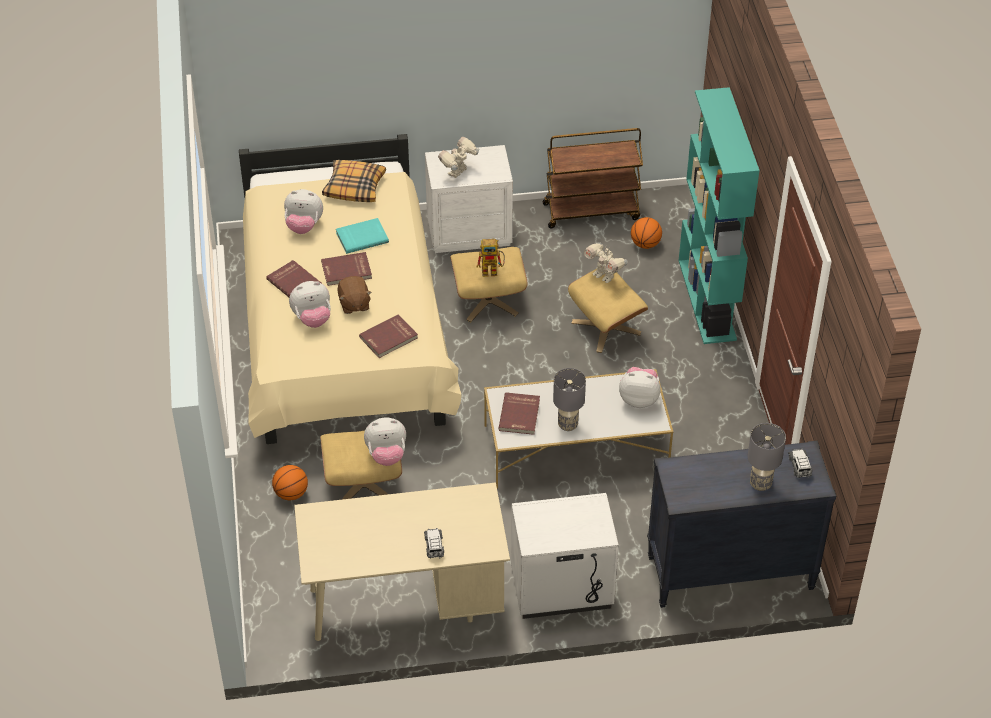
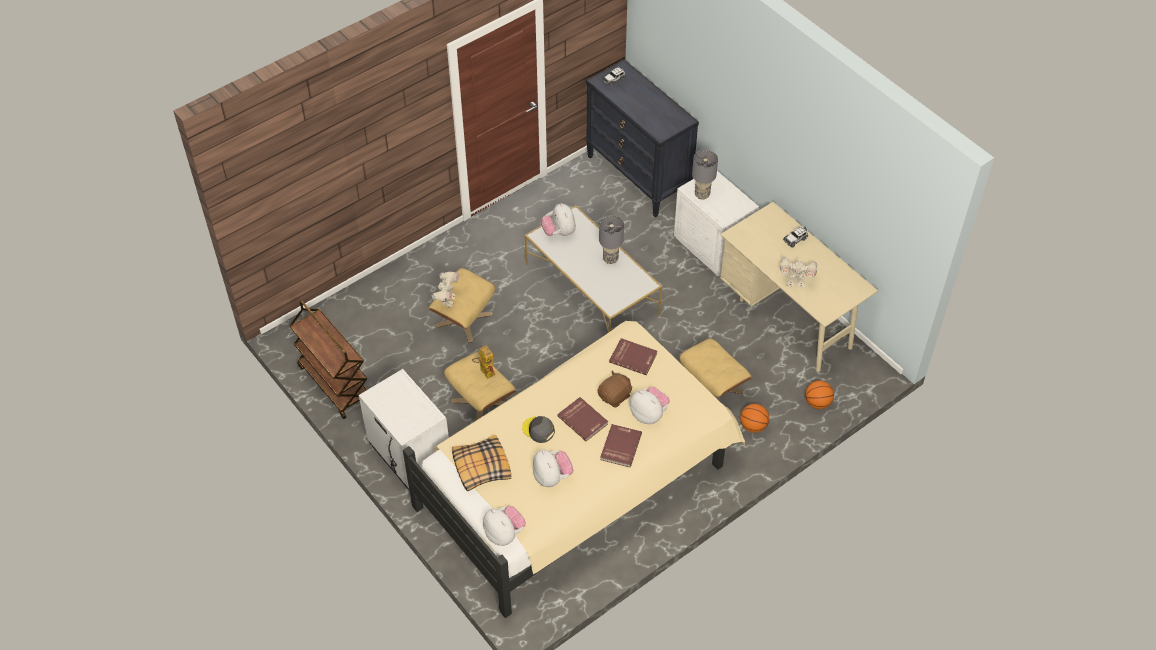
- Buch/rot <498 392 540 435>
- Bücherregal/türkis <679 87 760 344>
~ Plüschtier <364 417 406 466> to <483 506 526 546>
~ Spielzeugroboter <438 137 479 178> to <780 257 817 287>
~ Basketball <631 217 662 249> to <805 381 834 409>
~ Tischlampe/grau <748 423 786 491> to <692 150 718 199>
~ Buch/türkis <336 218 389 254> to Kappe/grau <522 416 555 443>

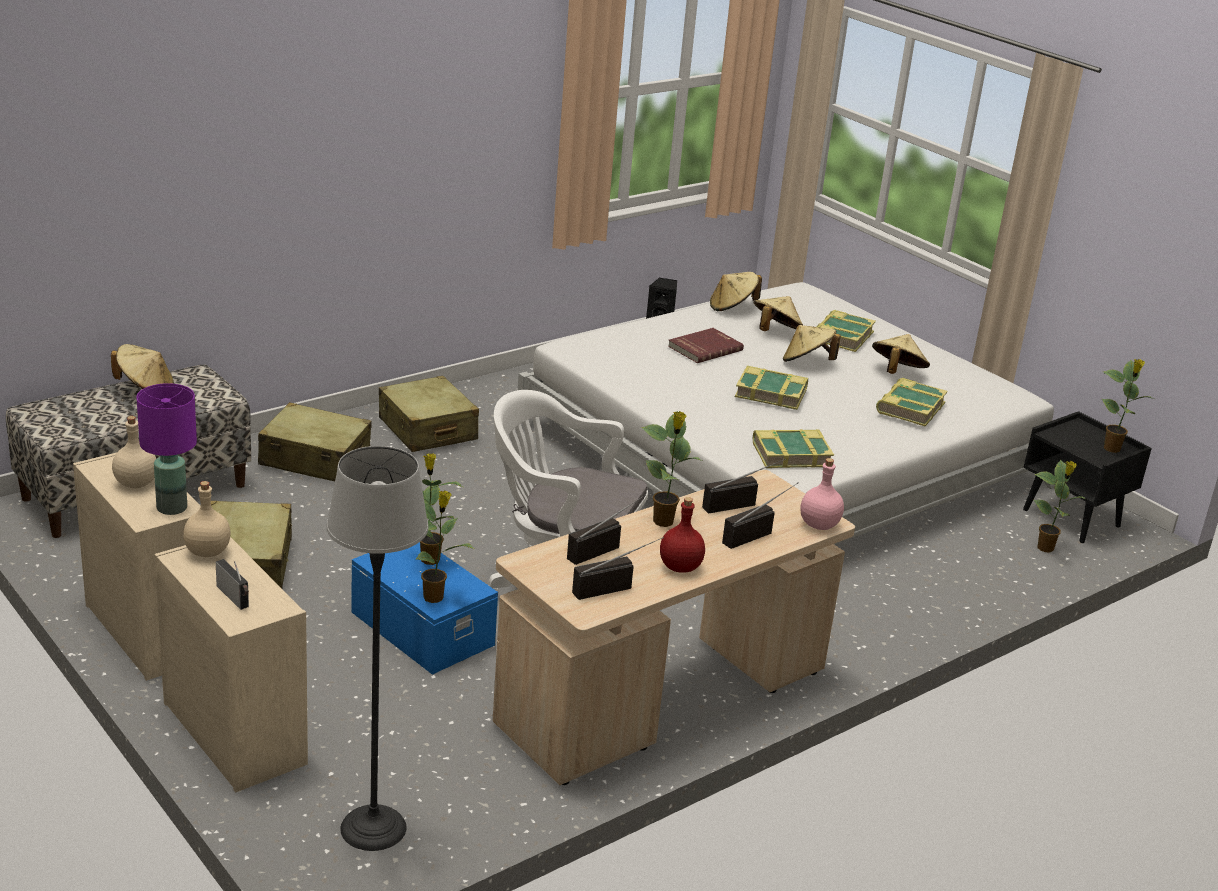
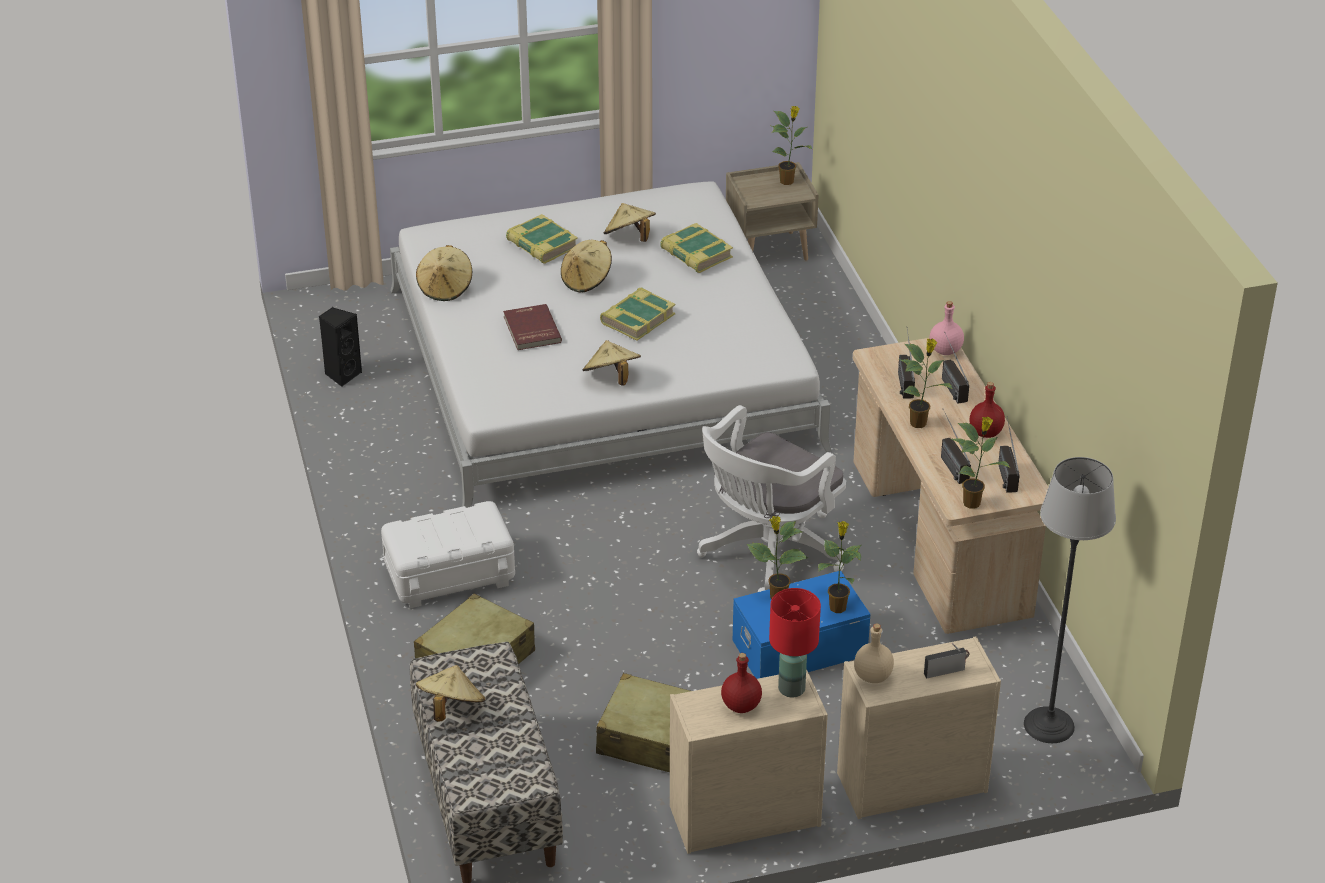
- Buch <753 429 834 468>
~ Hut/beige <753 296 804 331> to <582 340 641 386>
~ Topfpflanze <1034 460 1086 553> to <951 416 1011 509>
~ Koffer/beige <379 376 479 452> to Aufbewahrungsbox/weiß <381 501 515 608>
~ Flasche/beige <112 416 156 488> to Flasche/rot <721 653 762 713>
~ Tischlampe/lila <137 383 197 515> to Tischlampe/rot <769 588 821 698>
~ Nachttisch/schwarz <1023 411 1152 543> to Nachttisch/beige <726 162 819 261>

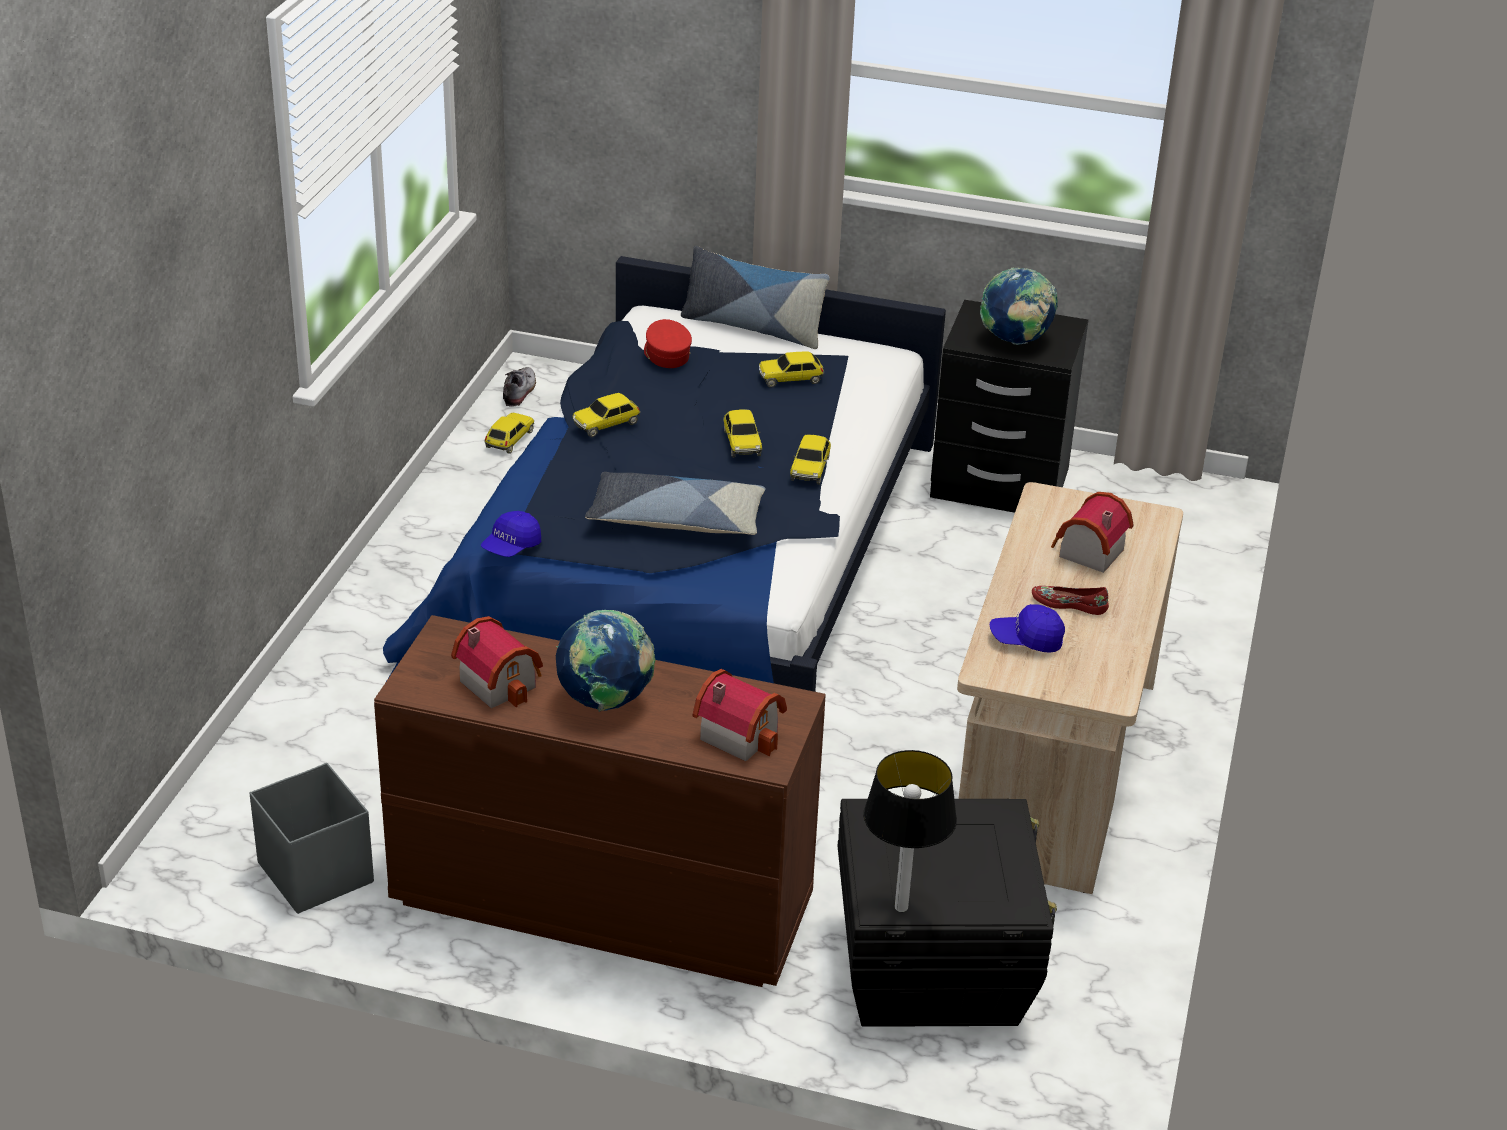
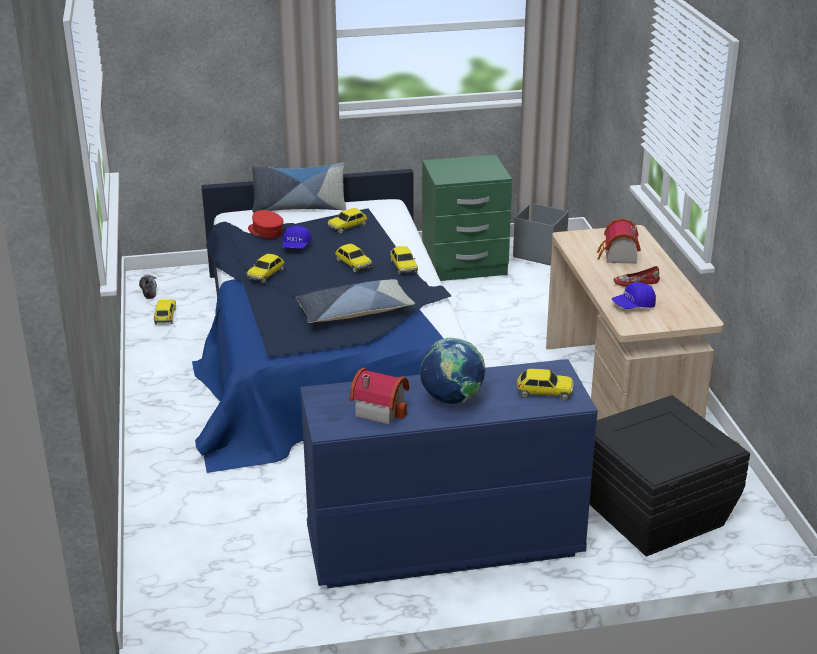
- Tischlampe <863 750 957 912>
- Globus <980 267 1058 345>
~ Aufbewahrungsbox/grau <249 763 374 914> to <513 204 569 266>
~ Kappe/blau <481 511 541 557> to <283 225 312 249>
~ Spielzeughaus <693 669 787 761> to Spielzeugauto <517 369 573 401>
~ Kommode/braun <374 615 826 987> to Kommode/blau <300 359 598 588>
~ Nachttisch/schwarz <930 300 1088 513> to Nachttisch/grün <422 155 512 281>

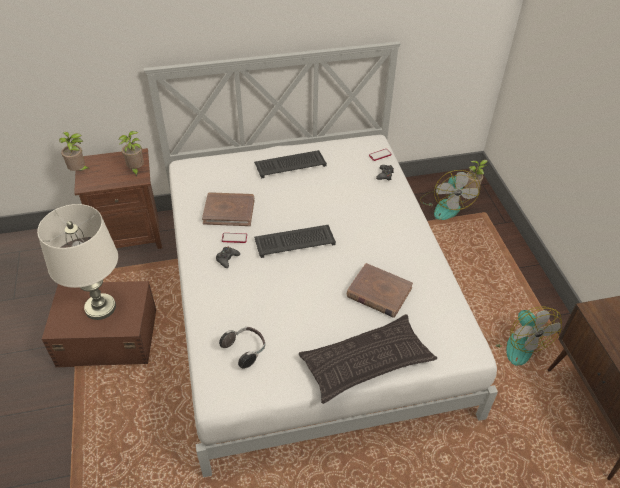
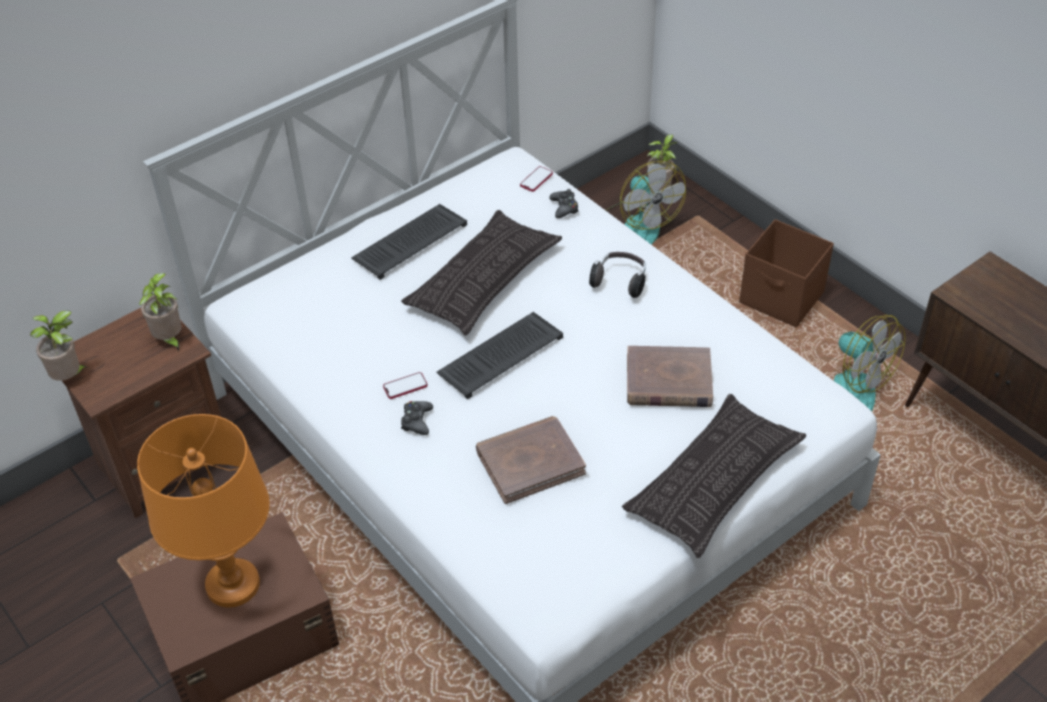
+ Kissen <401 210 562 336>
+ Aufbewahrungsbox/braun <739 219 834 327>
~ Buch/braun <202 192 254 226> to <476 416 586 504>
~ Kopfhörer <219 327 265 368> to <589 252 646 298>
~ Tischlampe/weiß <37 204 118 320> to Tischlampe/orange <137 414 270 608>

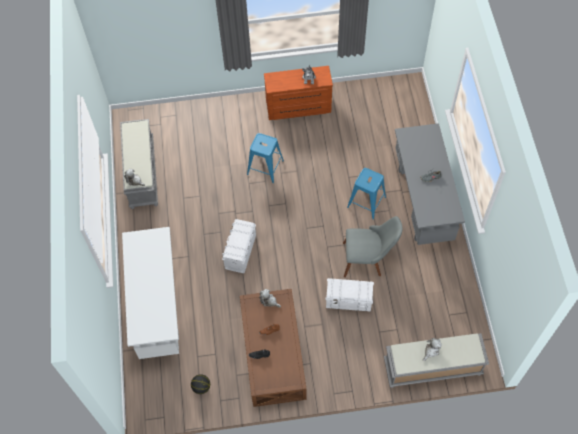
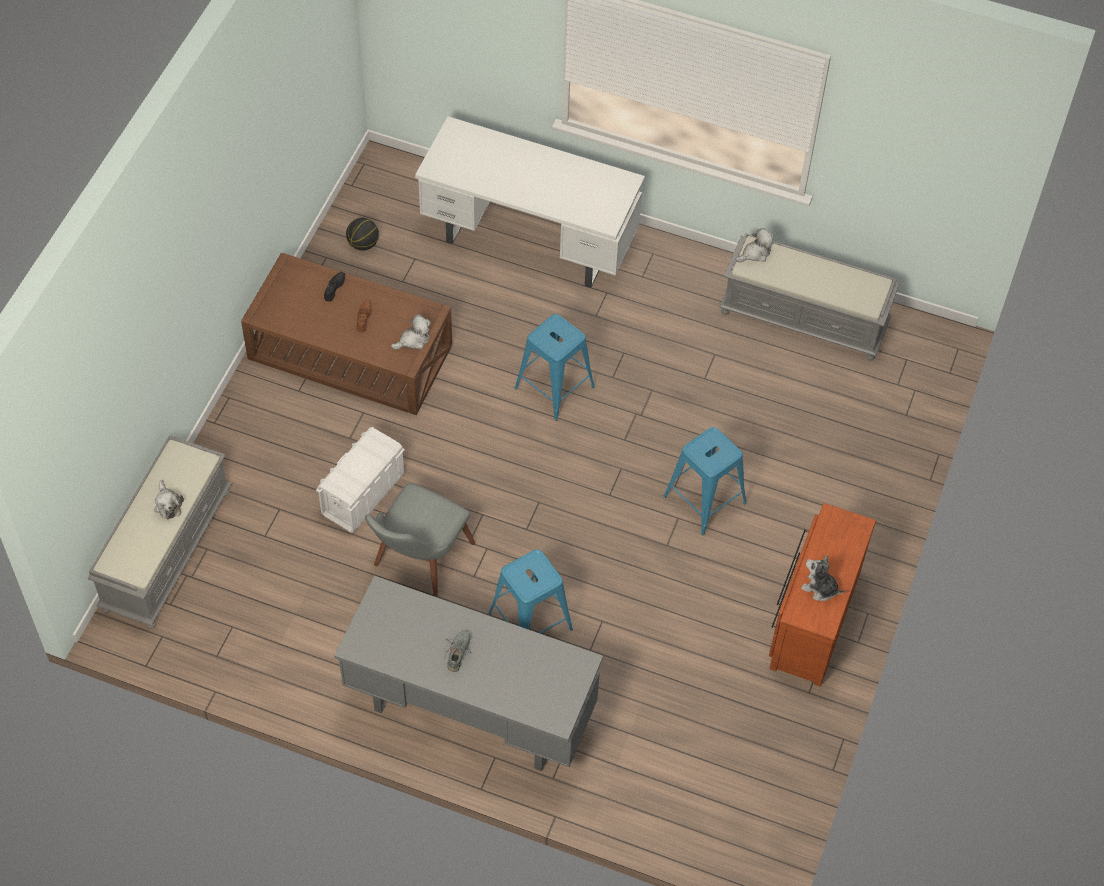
~ Aufbewahrungsbox/weiß <222 219 256 273> to Hocker/blau <515 314 595 421>

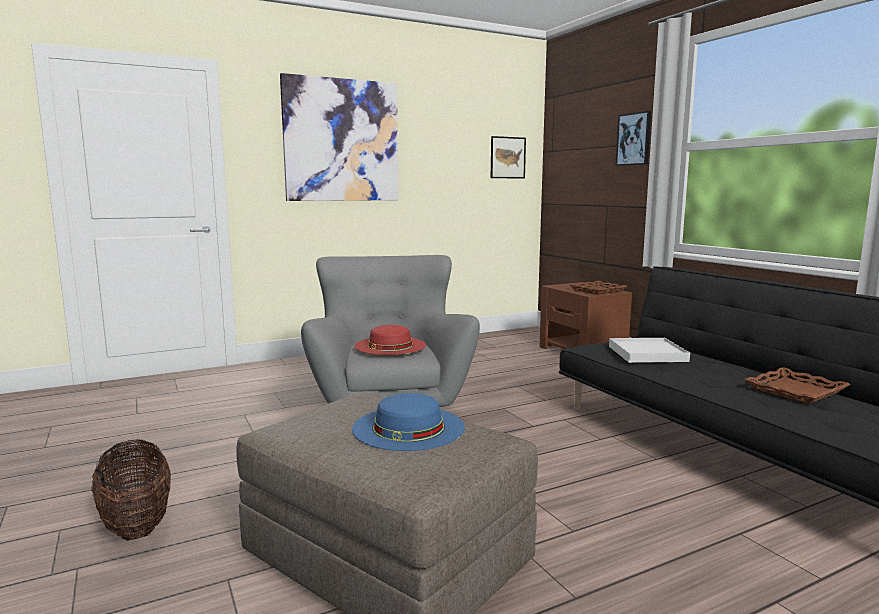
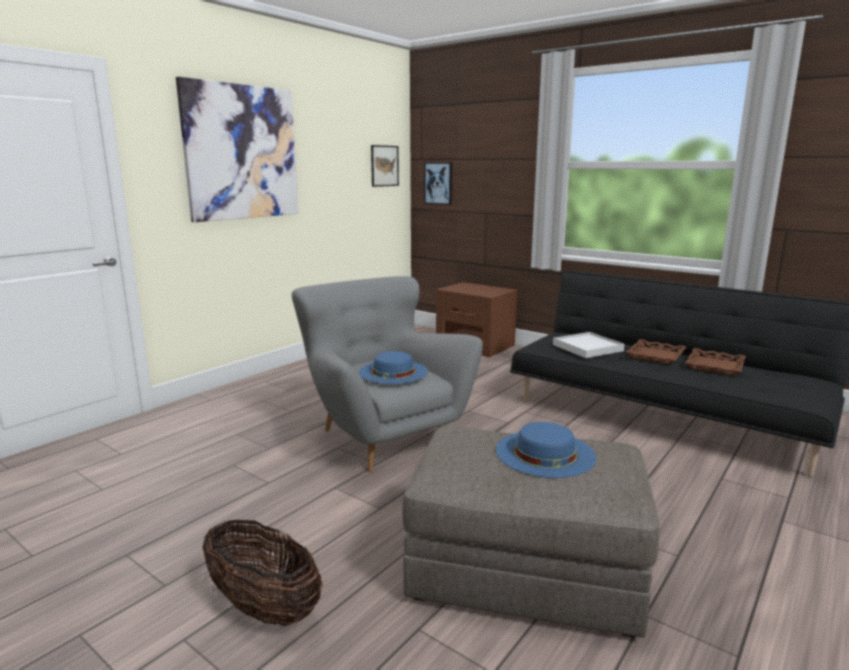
~ Tablett/braun <569 281 628 295> to <626 339 686 364>
~ Bild <615 111 651 166> to <424 163 452 205>
~ Hut/rot <354 325 426 355> to Hut/blau <359 351 428 384>

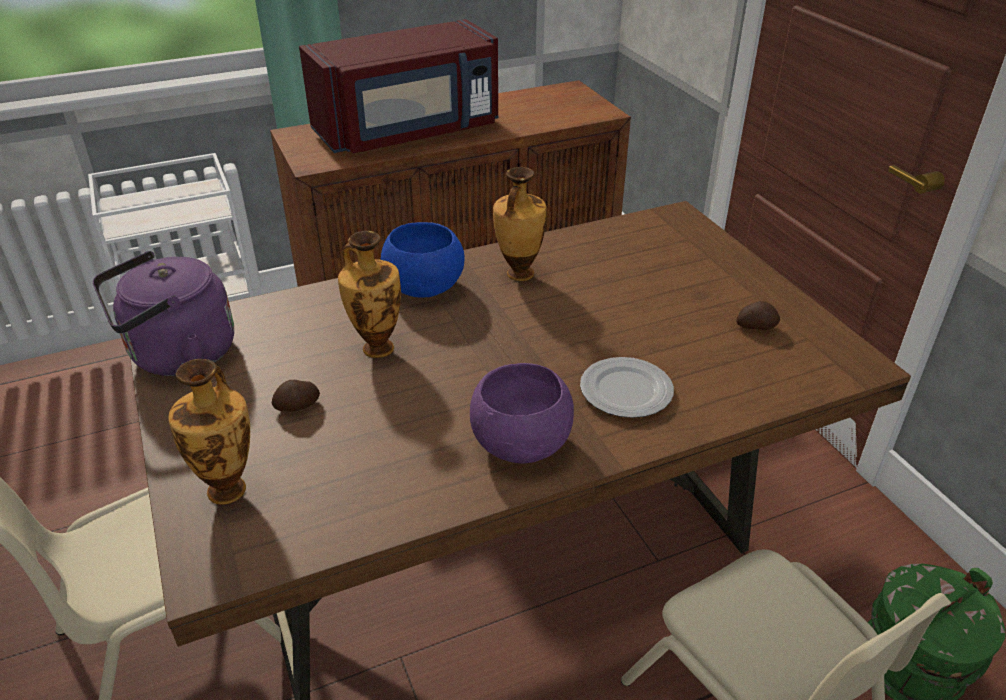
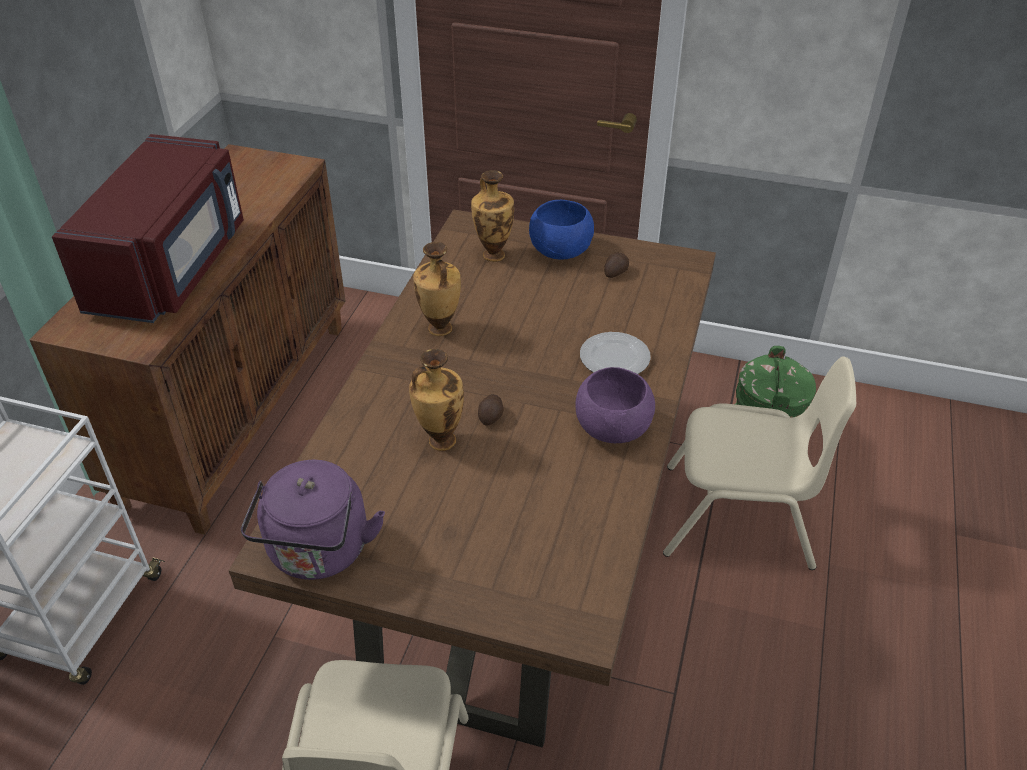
~ Vase <168 359 250 505> to <471 170 514 262>
~ Kartoffel <272 380 320 412> to <478 394 504 425>
~ Schüssel/blau <381 222 465 298> to <529 200 594 260>

